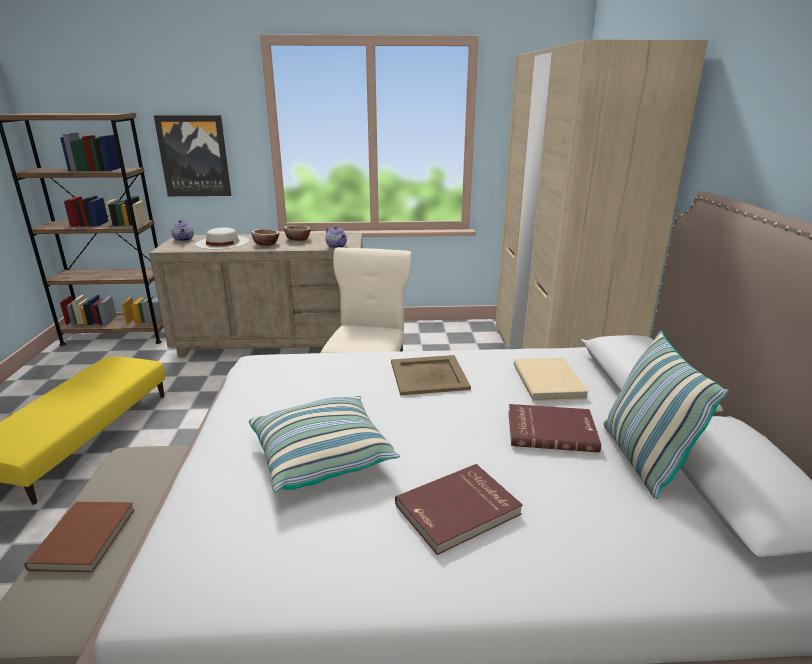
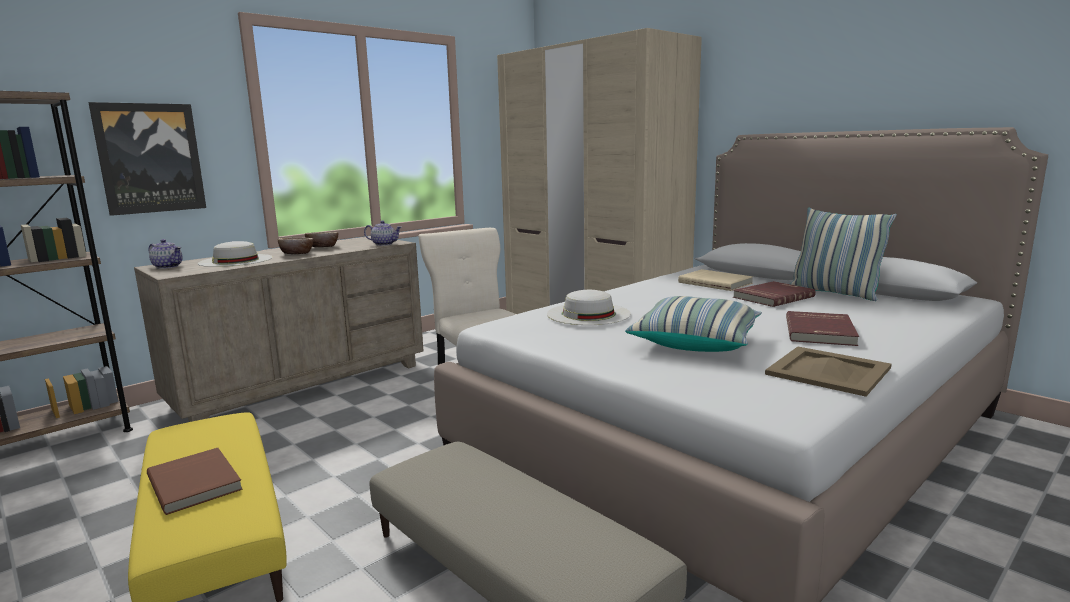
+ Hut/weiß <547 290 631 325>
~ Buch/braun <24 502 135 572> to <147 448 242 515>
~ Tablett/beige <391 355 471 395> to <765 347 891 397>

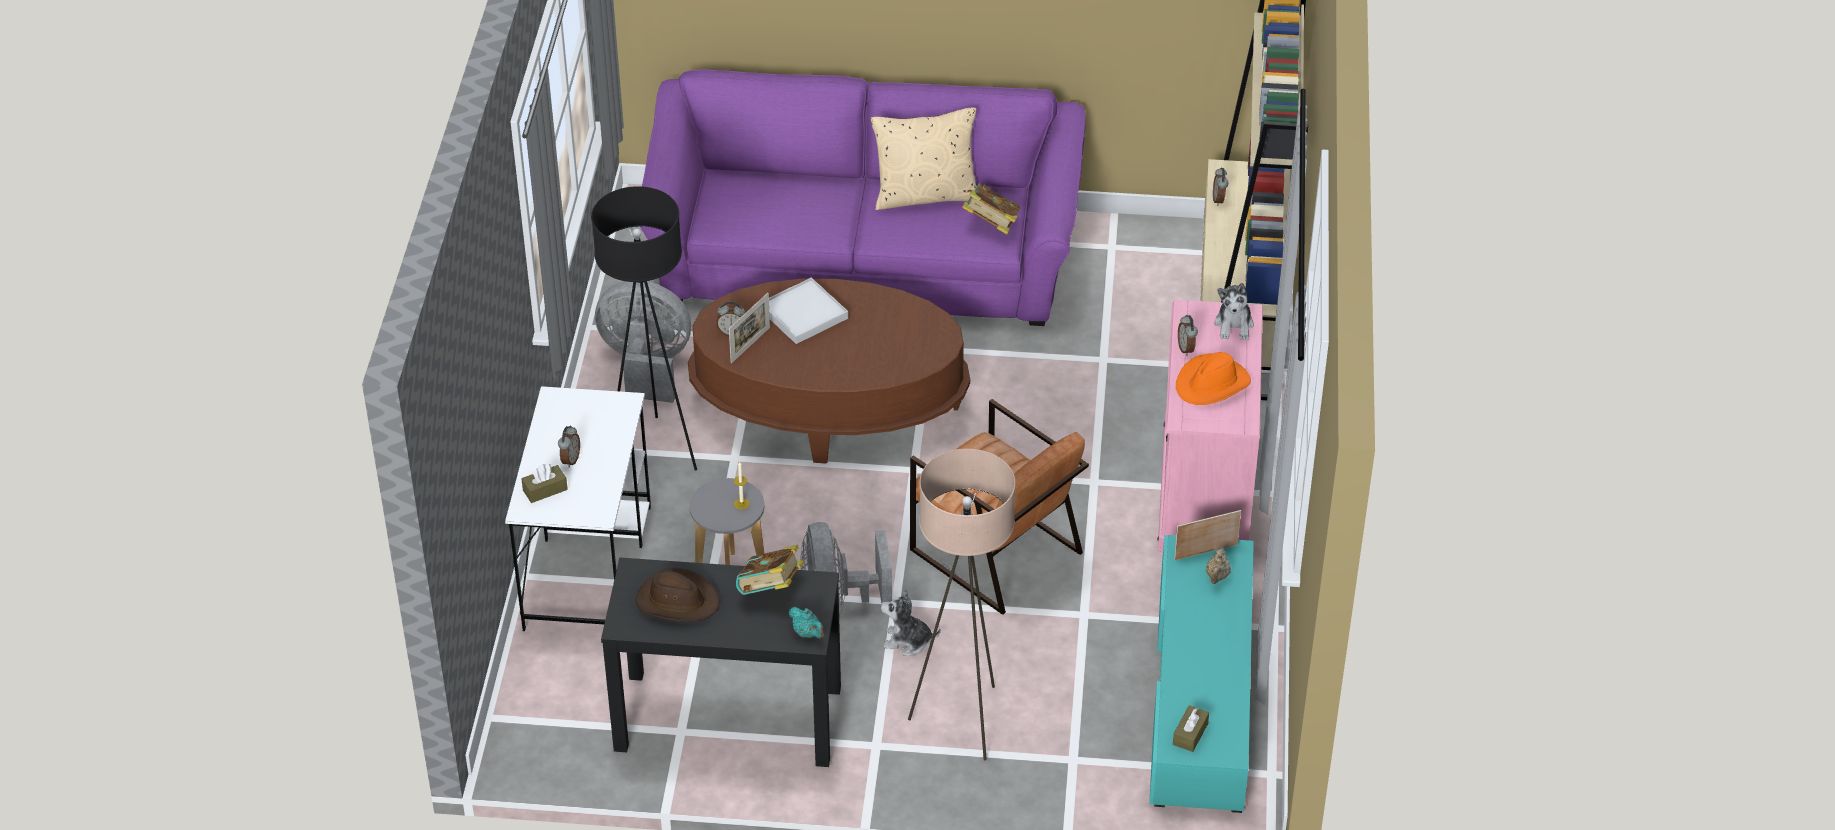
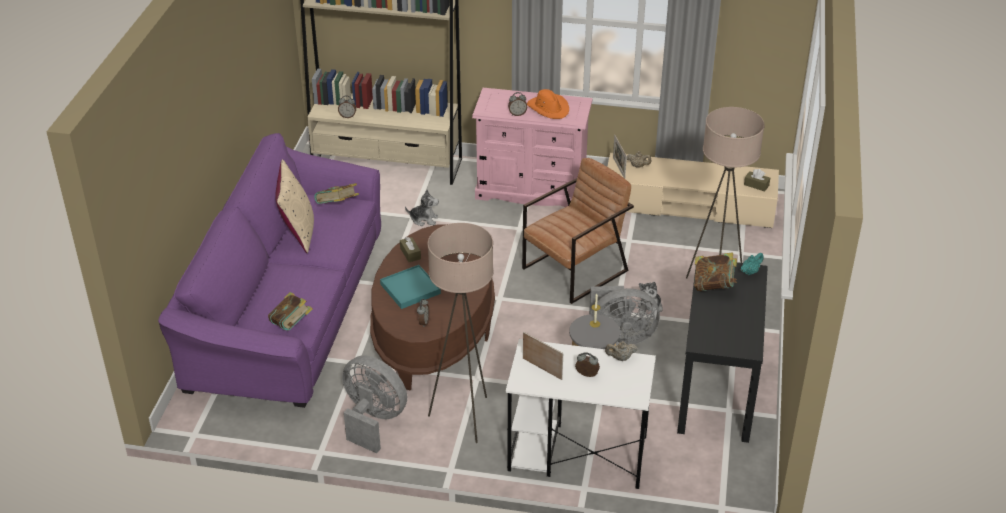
- Hut/braun <636 568 720 622>
+ Buch <268 292 313 331>
+ Teekanne/beige <605 341 638 361>
~ Taschentuchbox/braun <521 464 568 503> to <400 237 421 262>
~ Bilderrahmen <729 293 770 363> to <523 332 563 380>
~ Plüschtier <1215 283 1254 340> to <405 190 439 226>
~ Stehlampe/schwarz <591 186 697 471> to Stehlampe/beige <428 223 493 443>
~ Tablett/weiß <769 278 848 344> to Tablett/türkis <380 265 441 309>
~ Fernsehschrank/türkis <1149 535 1254 813> to Fernsehschrank/beige <607 153 779 228>
~ Ventilator/grau <595 281 691 403> = <342 355 407 453> 105 degrees clockwise

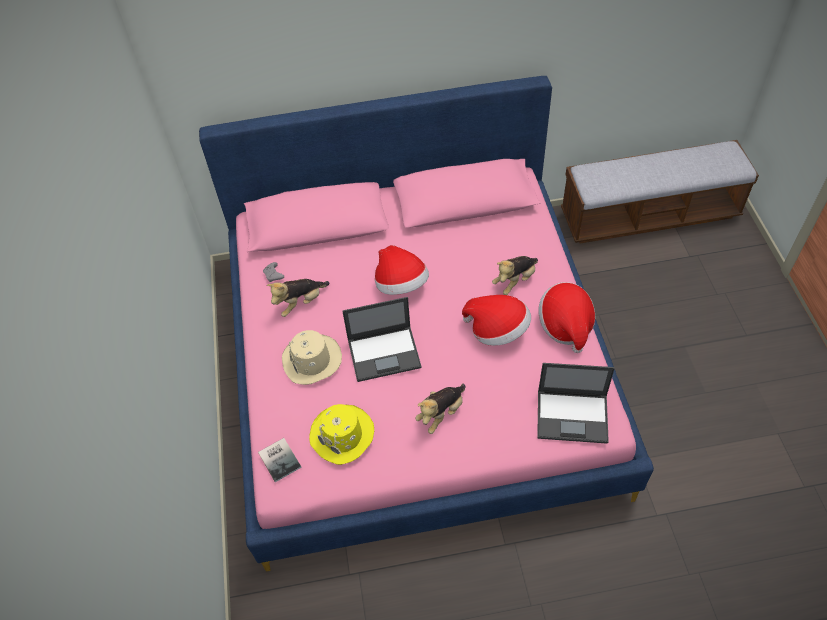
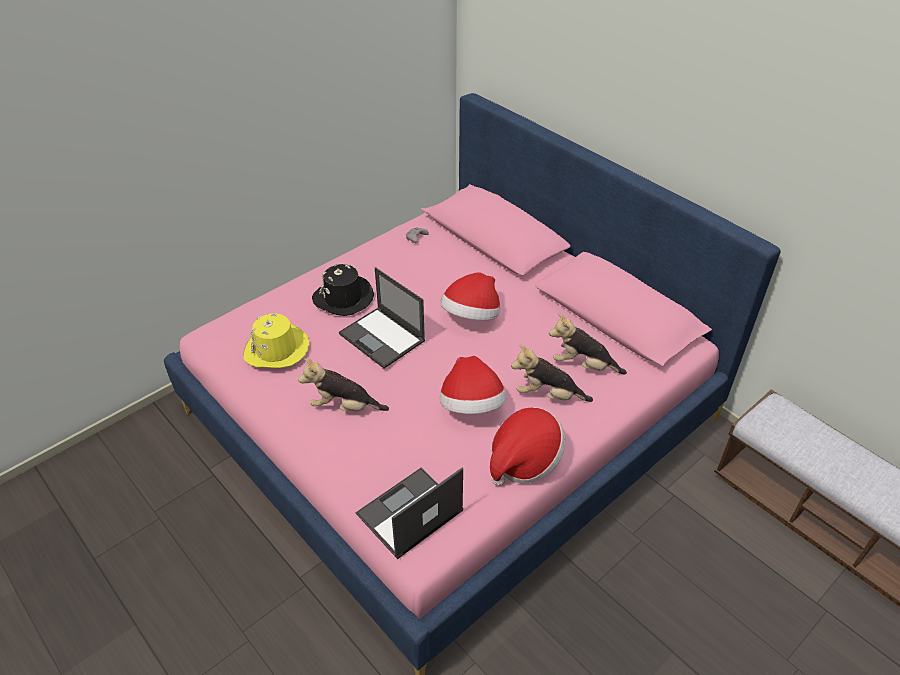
- Buch <258 438 302 482>
~ Plüschtier <267 279 329 317> to <549 313 627 374>
~ Hut/beige <282 330 342 385> to Hut/schwarz <312 263 374 316>
~ Laptop <537 363 615 444> = <355 467 463 559> 75 degrees clockwise

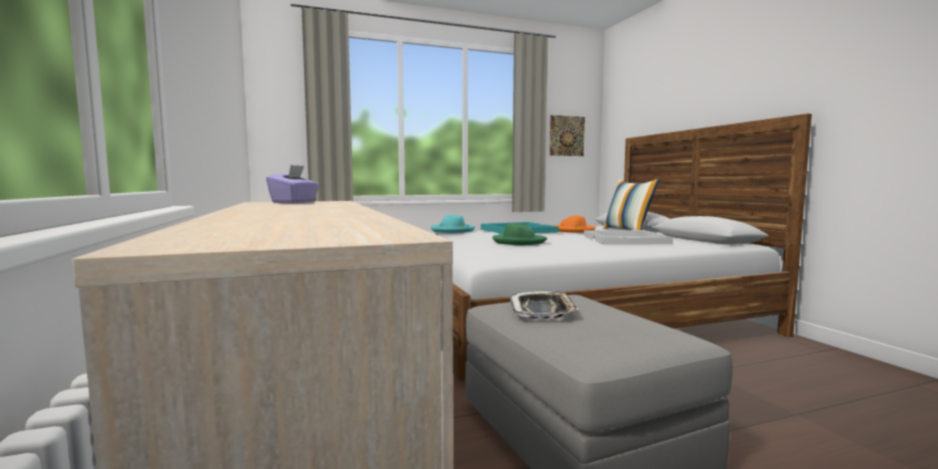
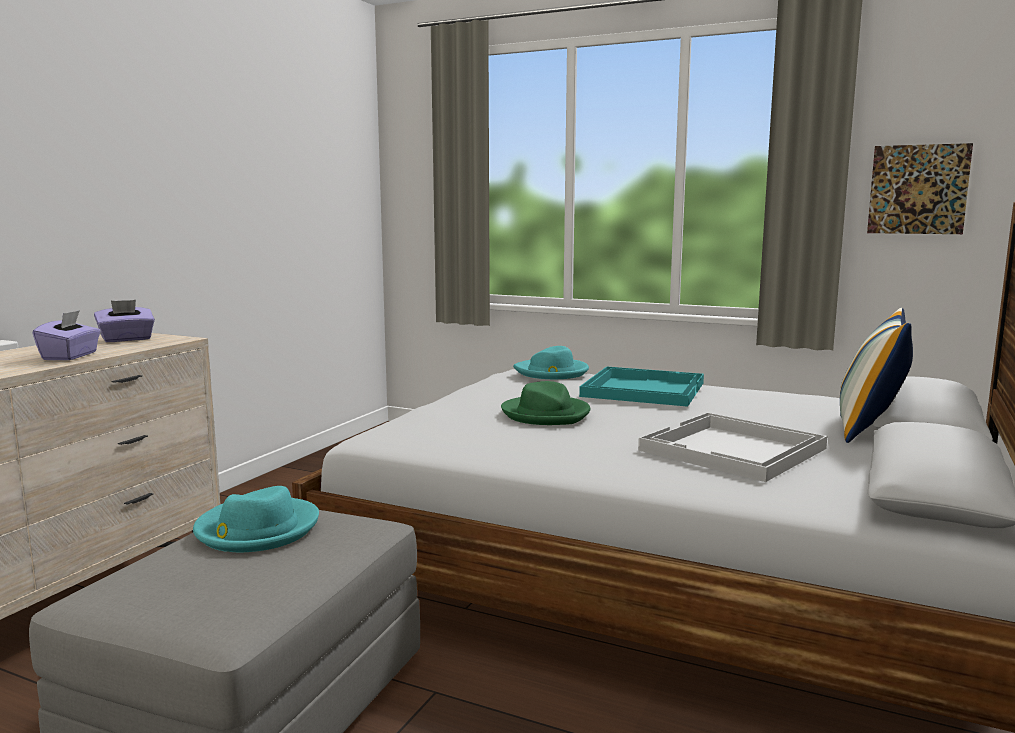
- Hut/orange <553 216 596 233>
+ Taschentuchbox/lila <32 310 101 360>
~ Tablett <509 291 579 318> to Hut/türkis <193 486 319 552>

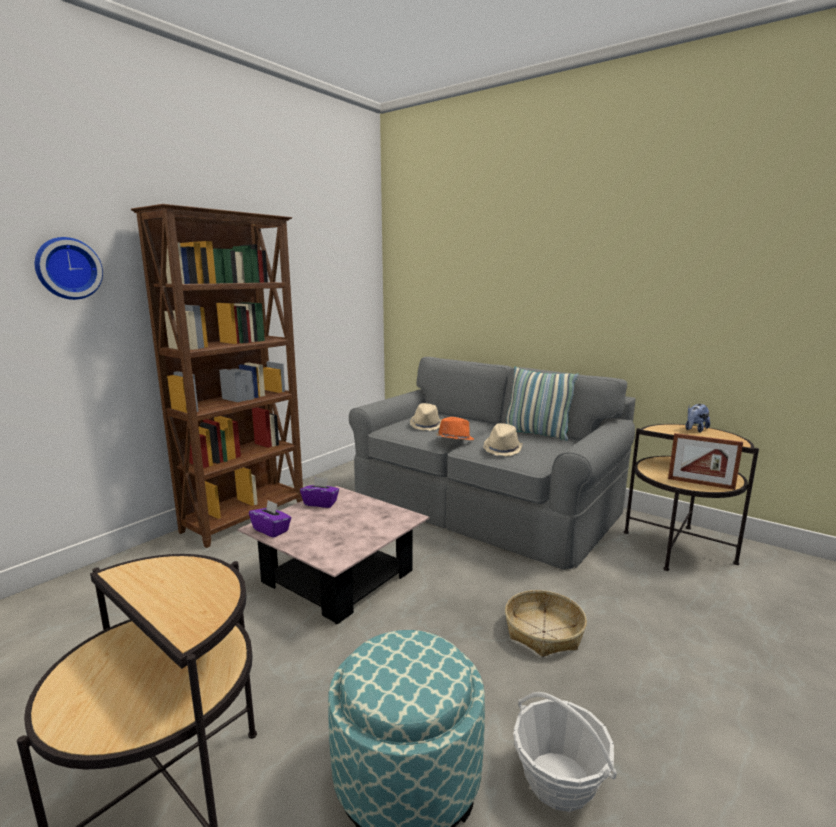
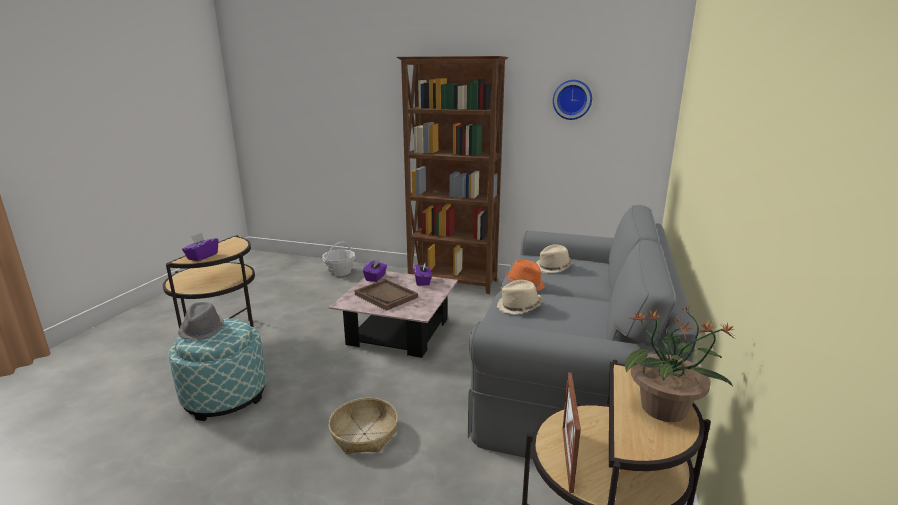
- Kissen <506 366 579 440>
+ Hut/grau <178 302 224 341>
+ Taschentuchbox/lila <182 233 218 261>
+ Tablett/braun <354 279 418 311>
~ Wanduhr <35 237 103 300> to <553 80 592 120>
~ Korb <513 692 617 812> to <322 242 356 276>
~ Plüschtier <685 403 710 432> to Topfpflanze <625 305 734 422>

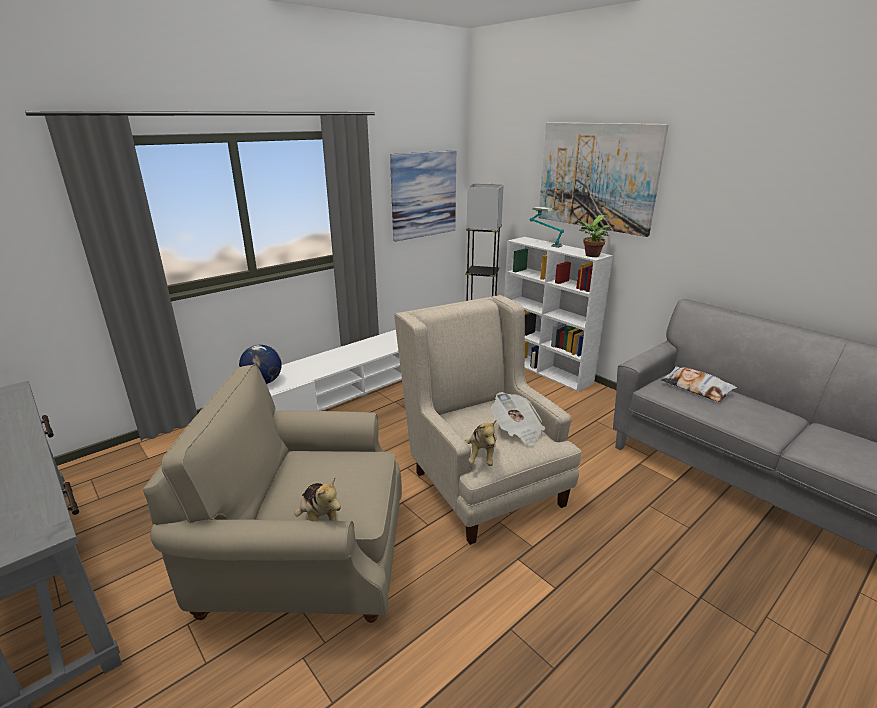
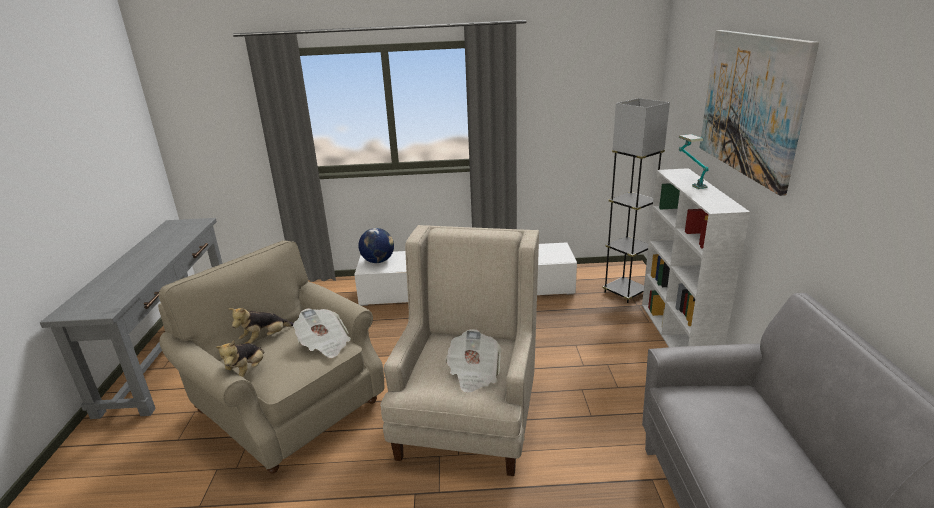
- Bild <390 150 456 242>
- Topfpflanze <576 215 610 257>
- Kissen <661 366 737 402>
+ Zeitung <293 308 351 358>
~ Plüschtier <465 419 497 466> to <229 308 293 344>

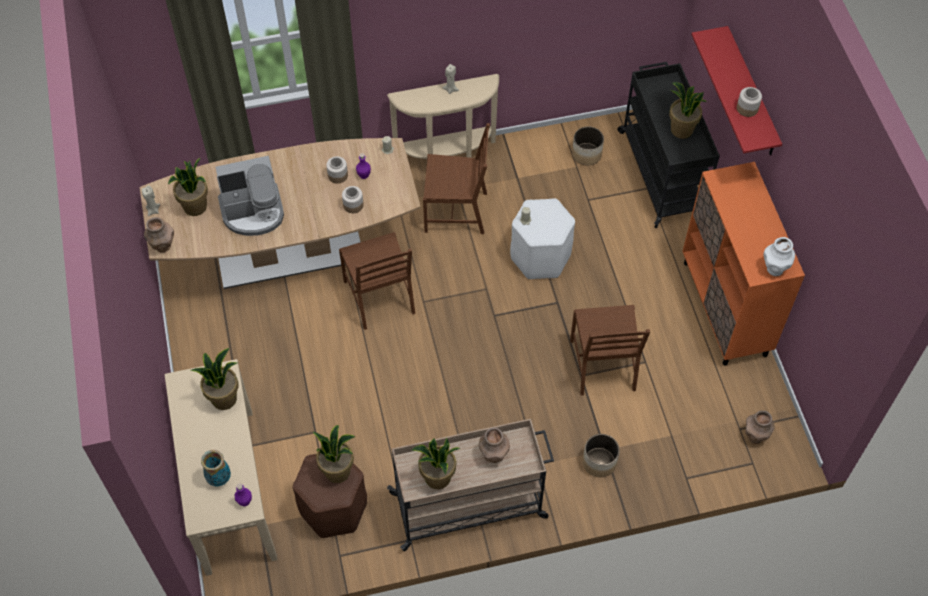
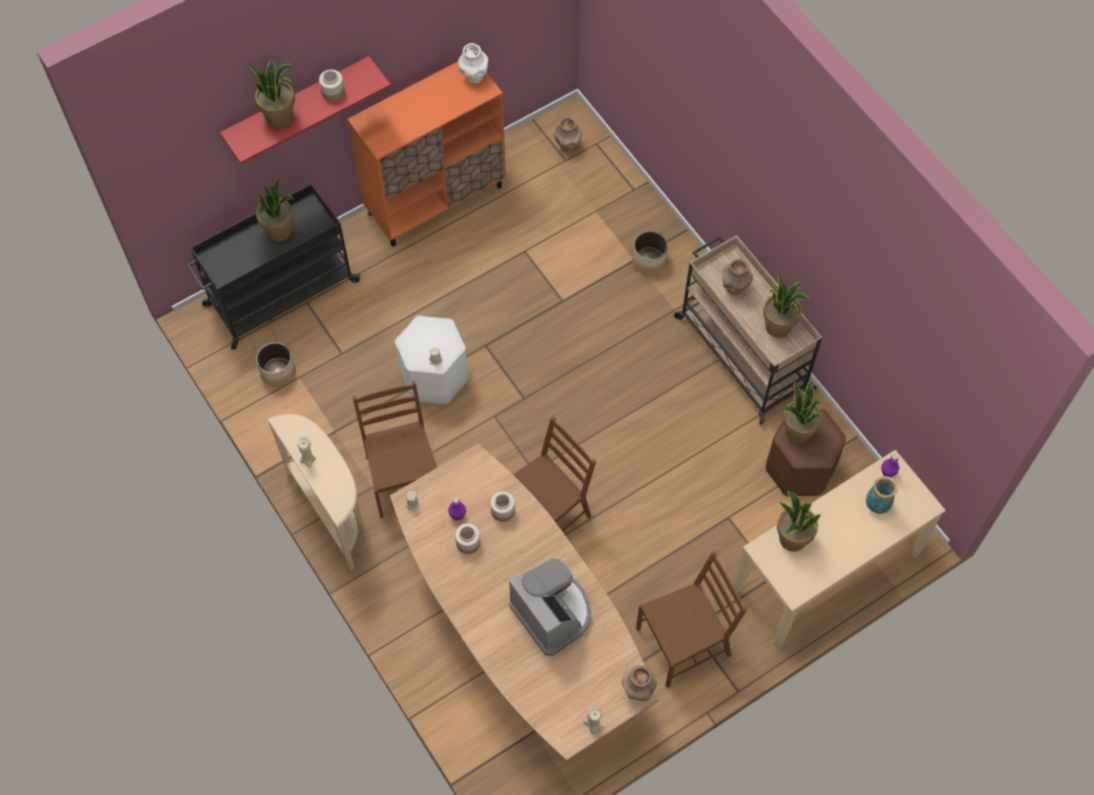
~ Topfpflanze <168 158 208 216> to <248 60 295 129>
~ Stuhl/braun <570 305 650 396> to <636 551 747 688>

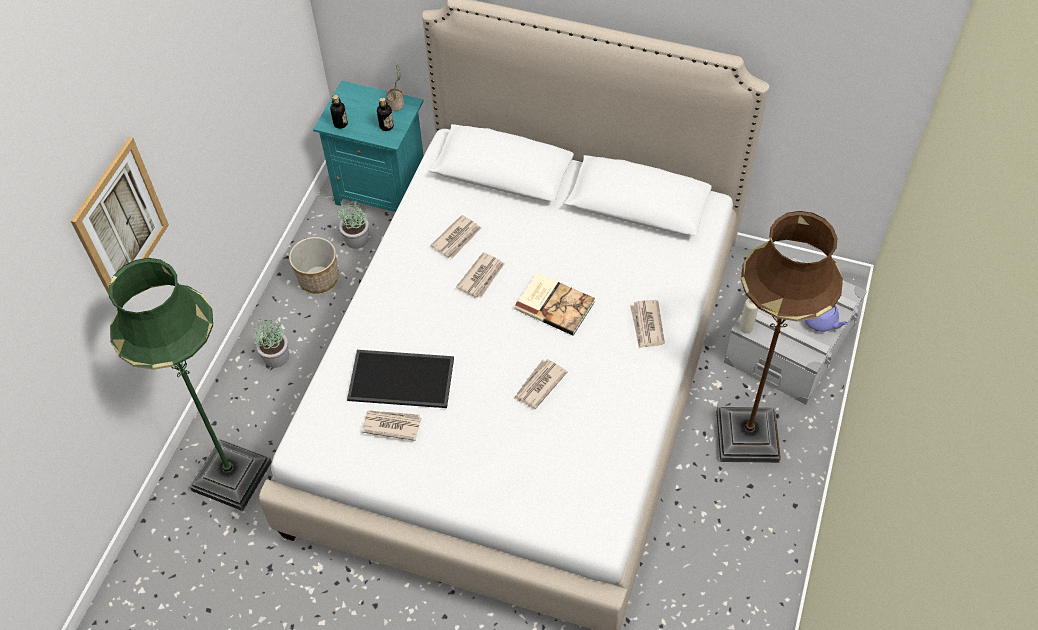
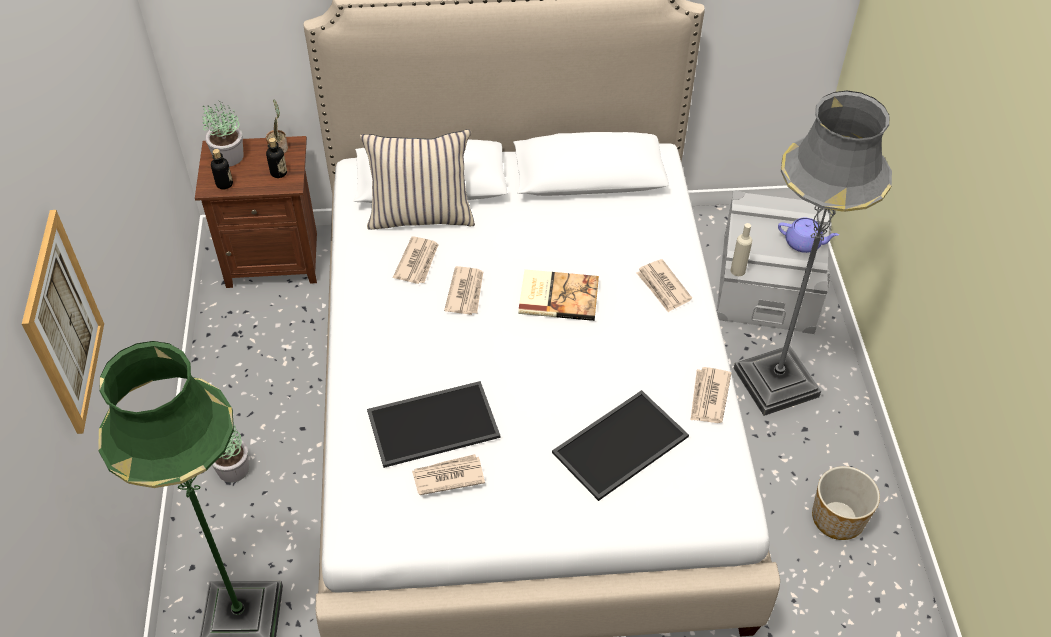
+ Kissen/beige <360 129 475 230>
+ Tablett <552 390 689 501>
~ Pflanzkübel <289 237 338 293> to <812 466 880 540>
~ Topfpflanze <337 199 369 249> to <202 102 244 167>
~ Zeitung <513 359 568 409> to <691 367 731 423>
~ Nachttisch/türkis <313 80 424 212> to Nachttisch/braun <195 136 317 288>
~ Stehlampe/braun <716 211 843 463> to Stehlampe/grau <734 91 892 416>

